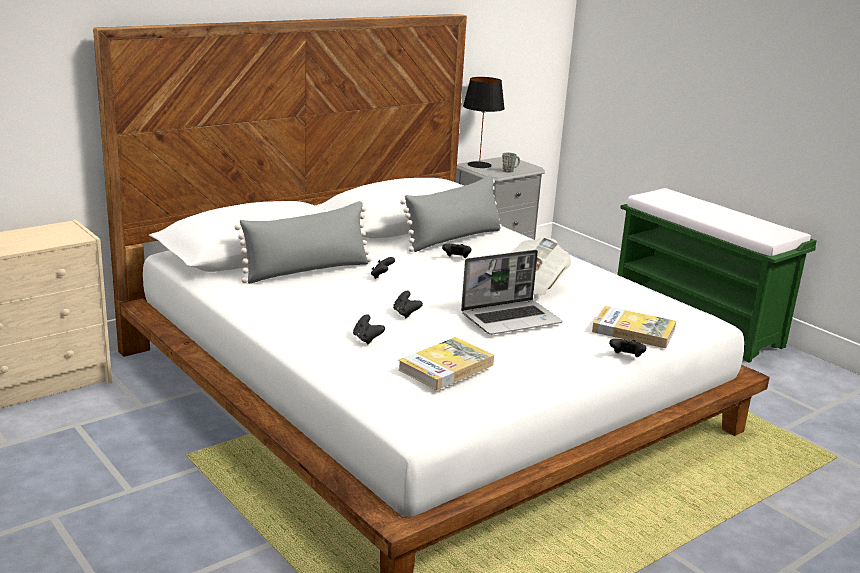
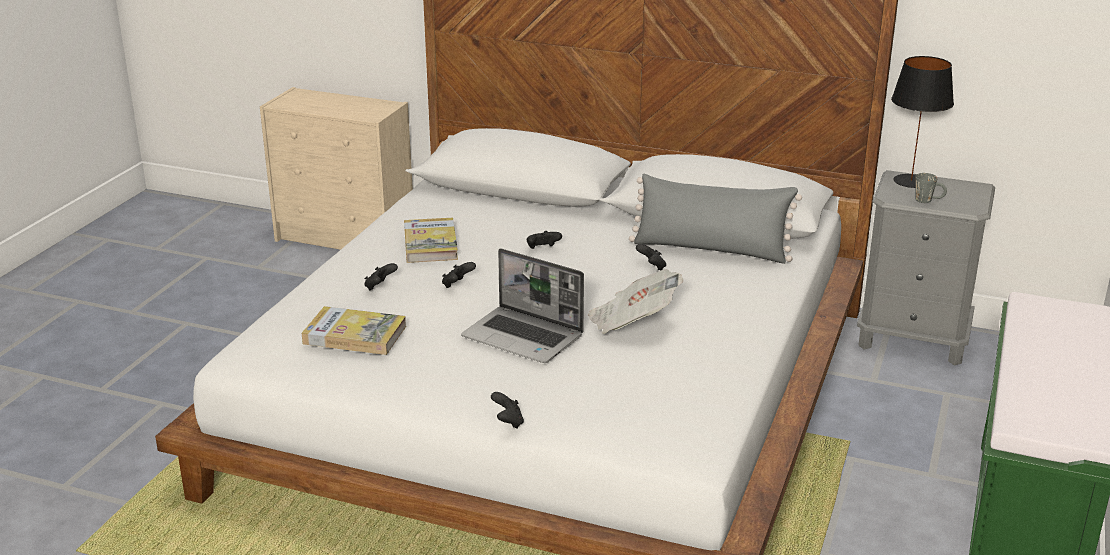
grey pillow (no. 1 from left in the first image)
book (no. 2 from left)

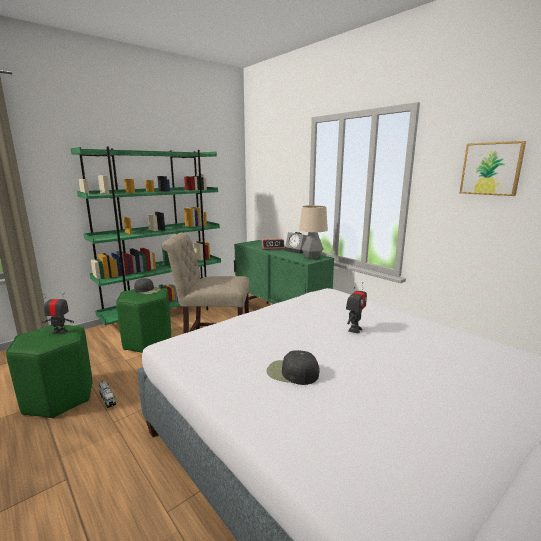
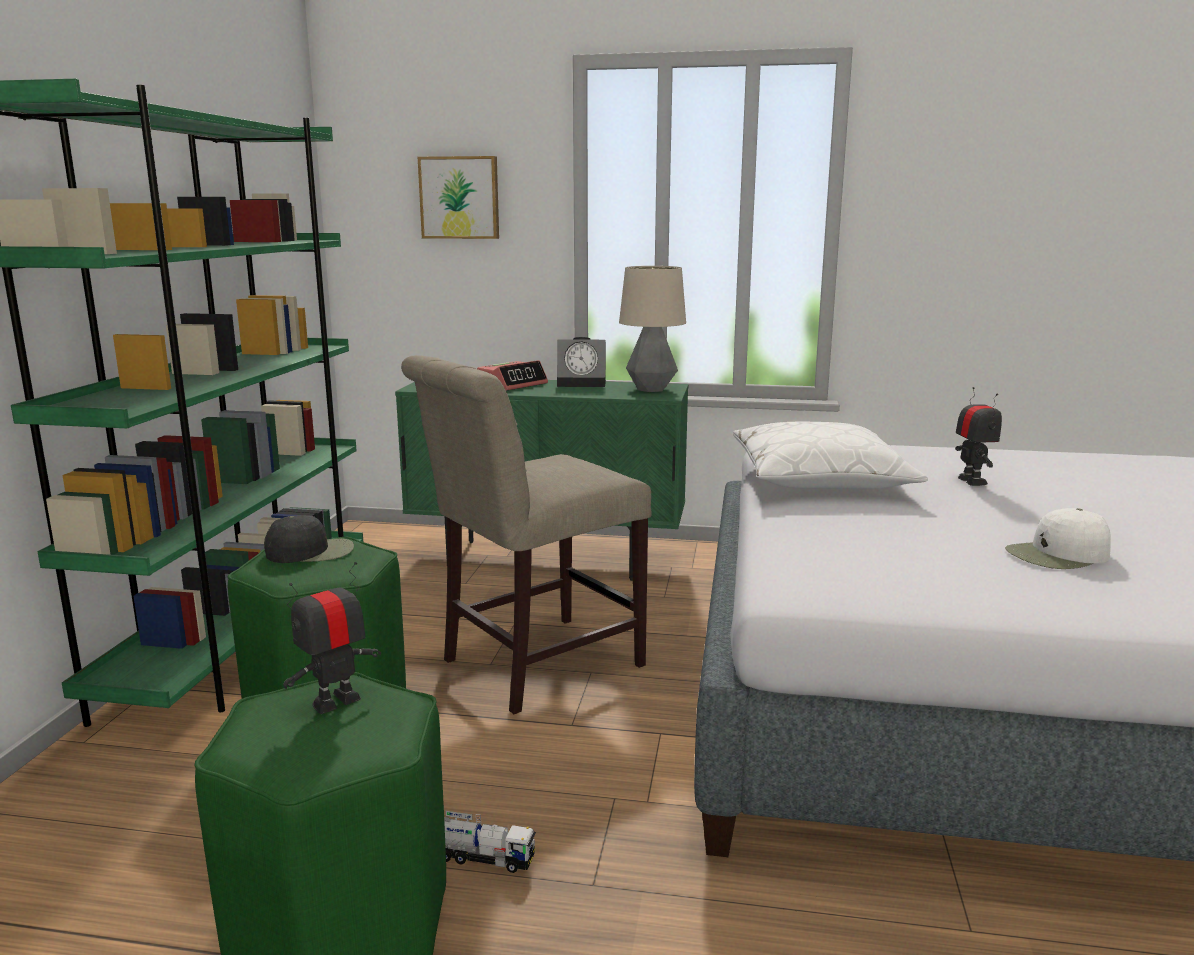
white pillow
picture
white cap

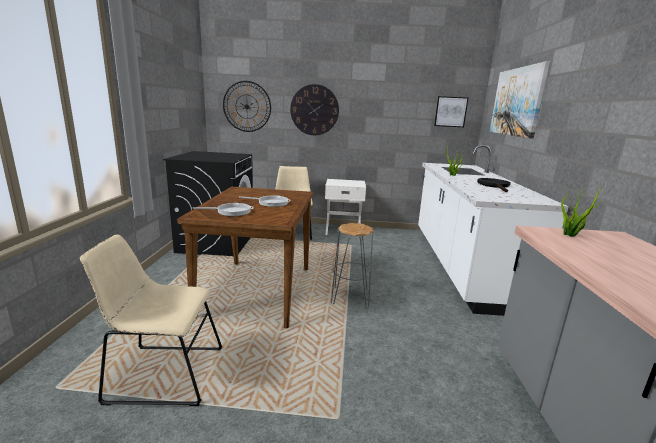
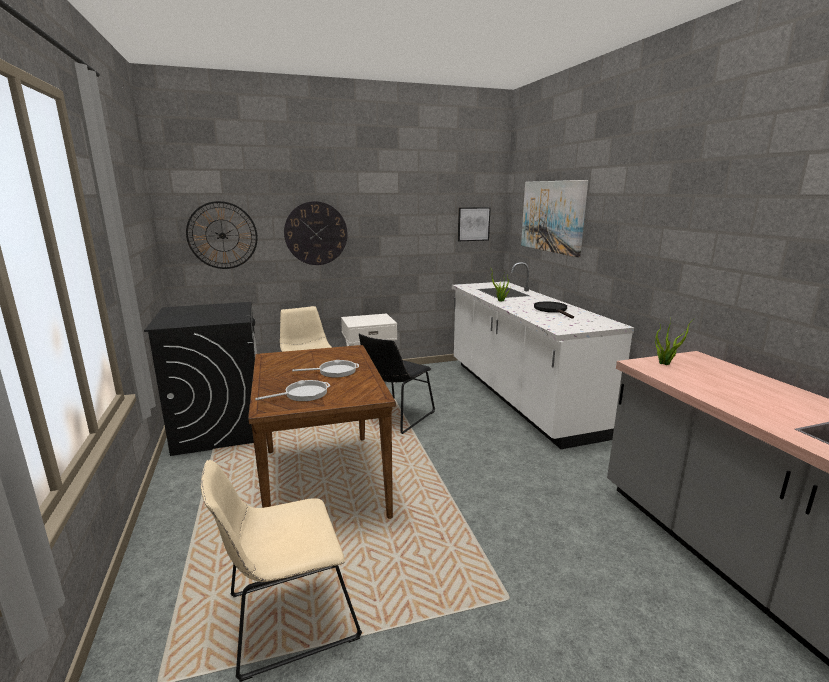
grey stool
black chair

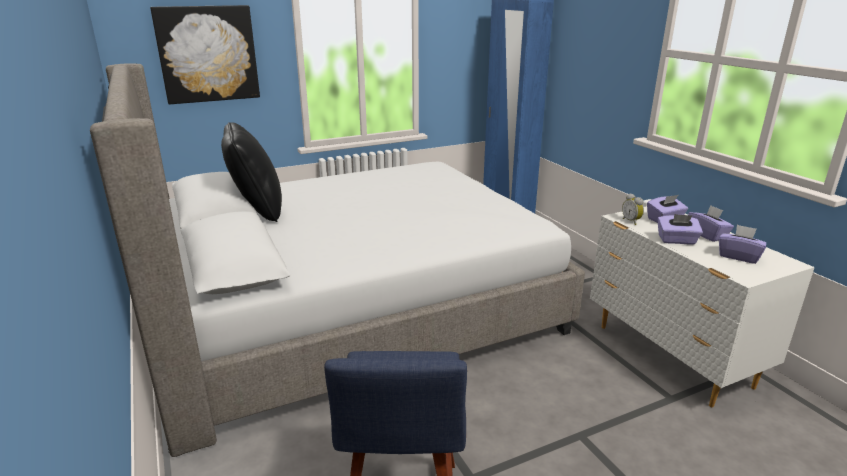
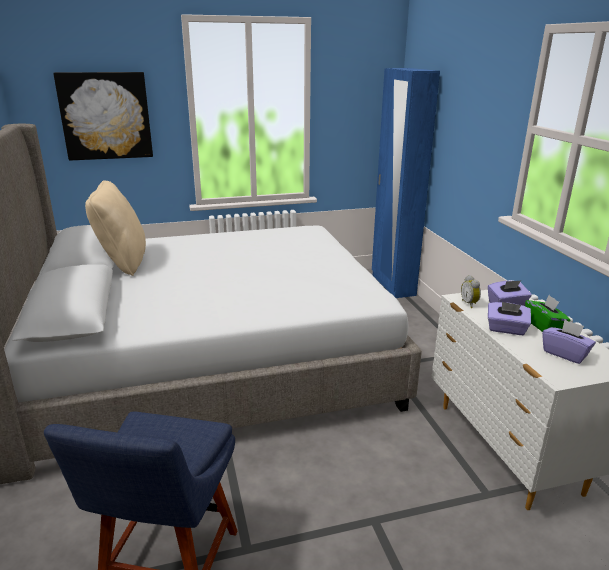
beige pillow
green tissue box

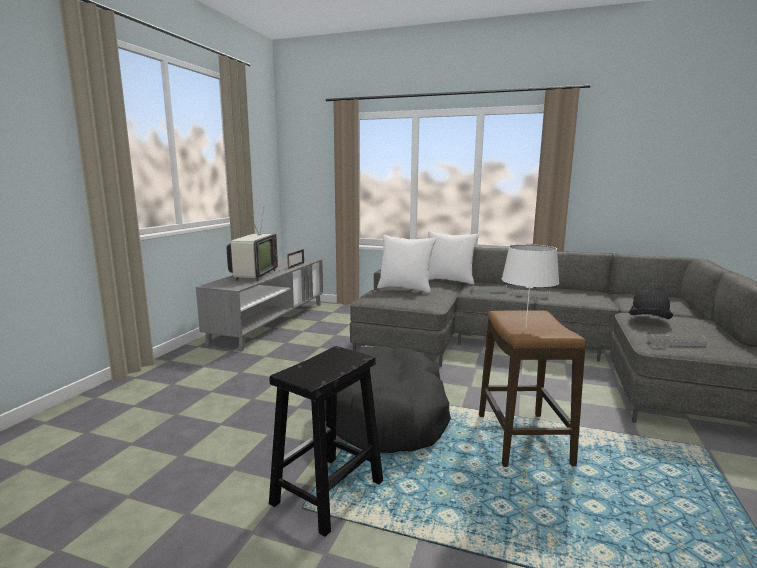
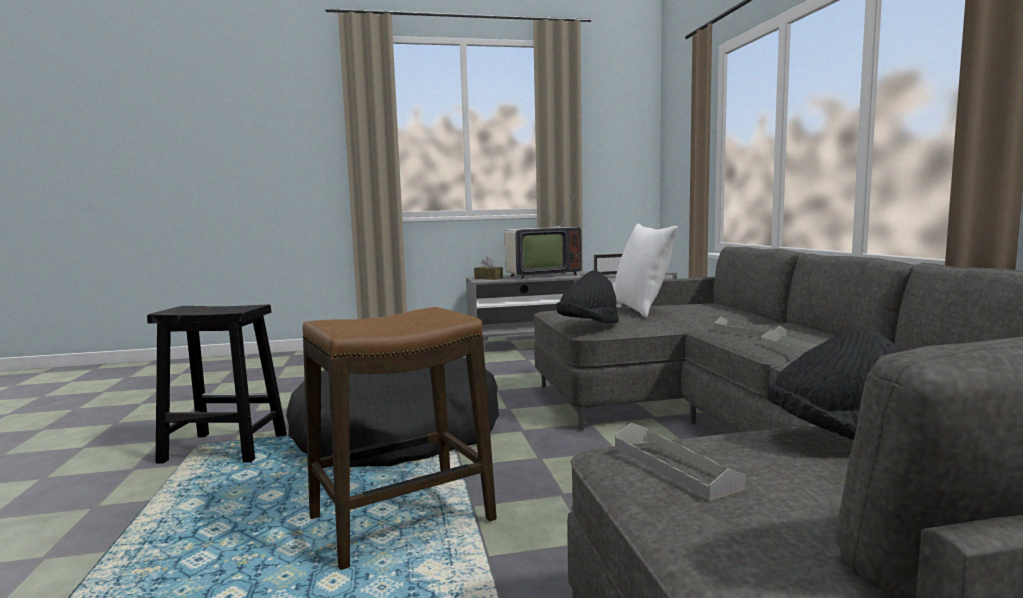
white pillow (no. 2 from left in the first image)
white table lamp
brown tissue box
black hat (no. 1 from left)

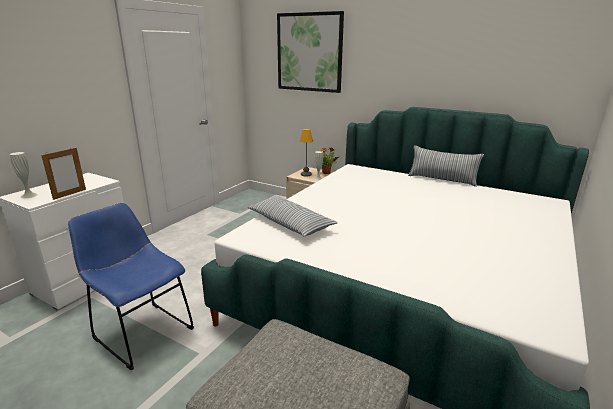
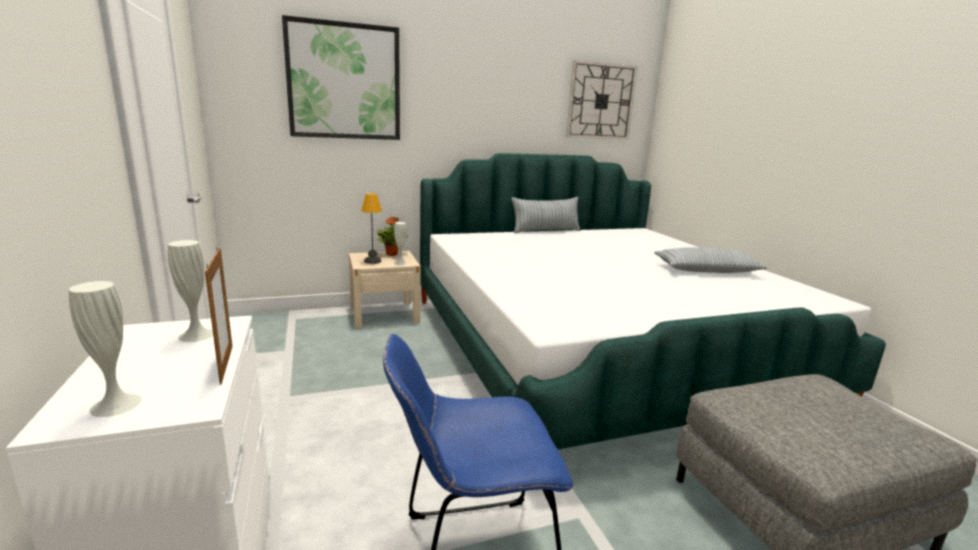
white vase (no. 2 from left)
wall clock
pillow (no. 2 from left)

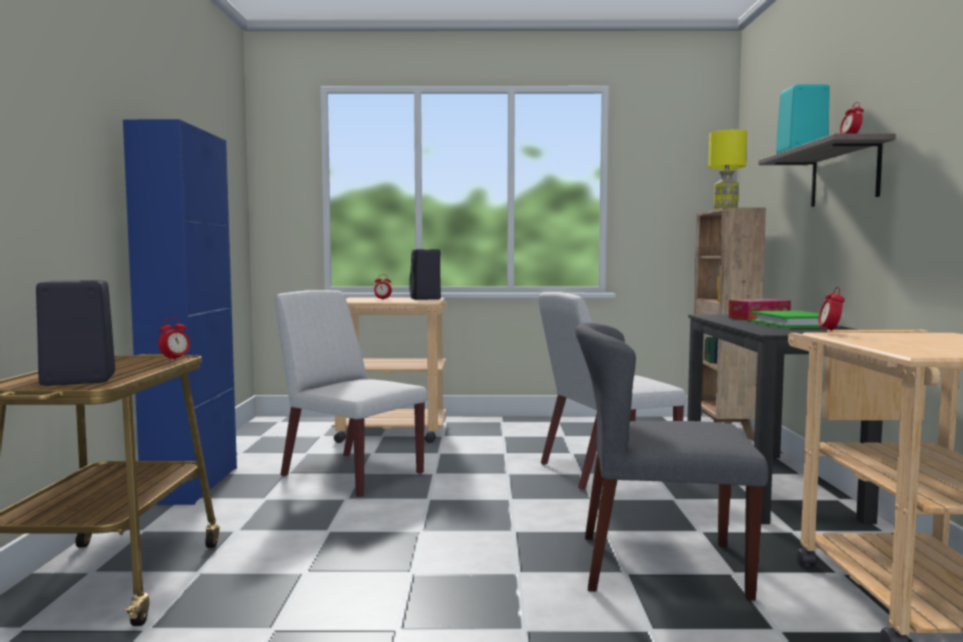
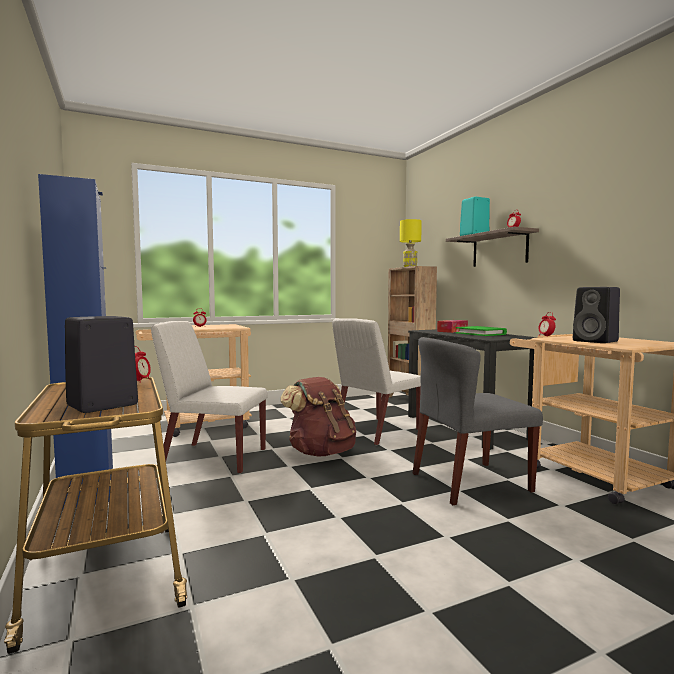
brown backpack
black speaker (no. 2 from left)

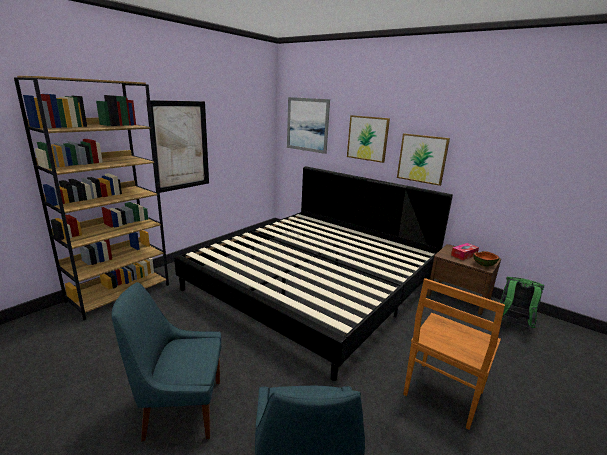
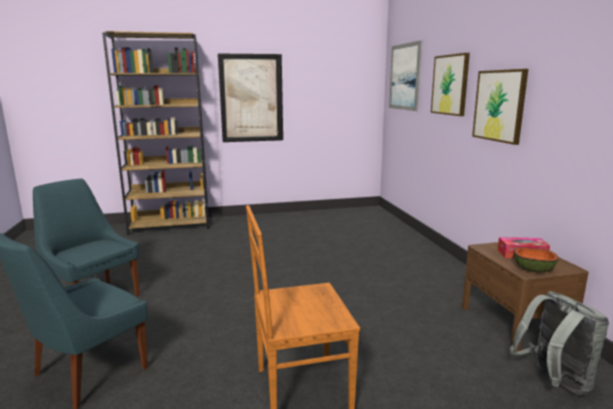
bed
grey backpack

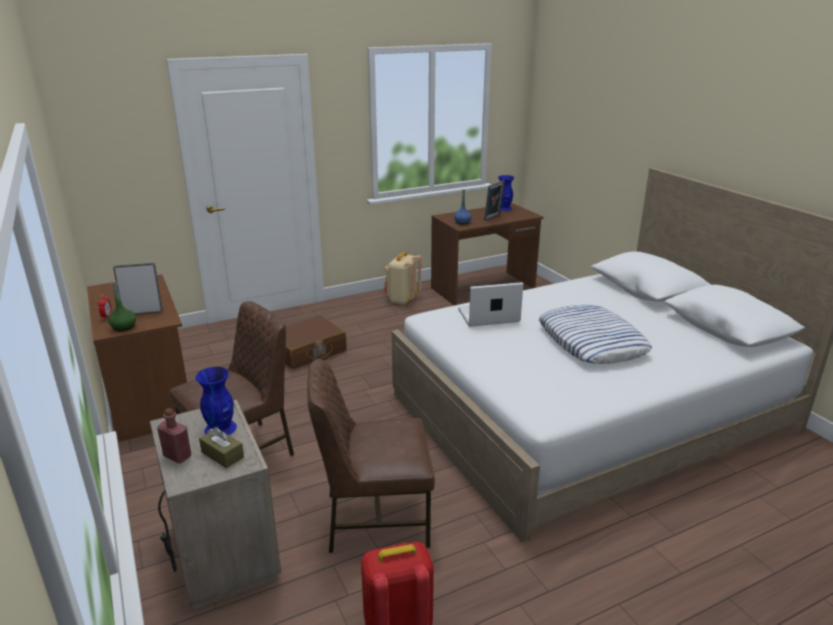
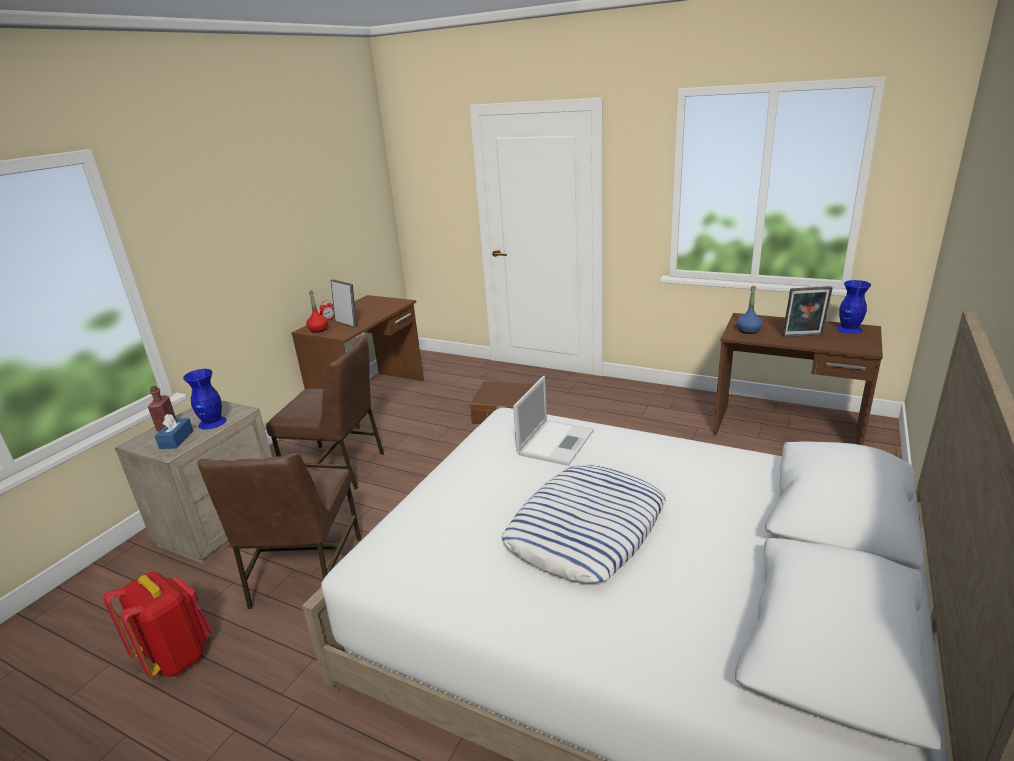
beige backpack
red bottle (no. 2 from left)
blue tissue box
brown chair (no. 1 from left)
laptop

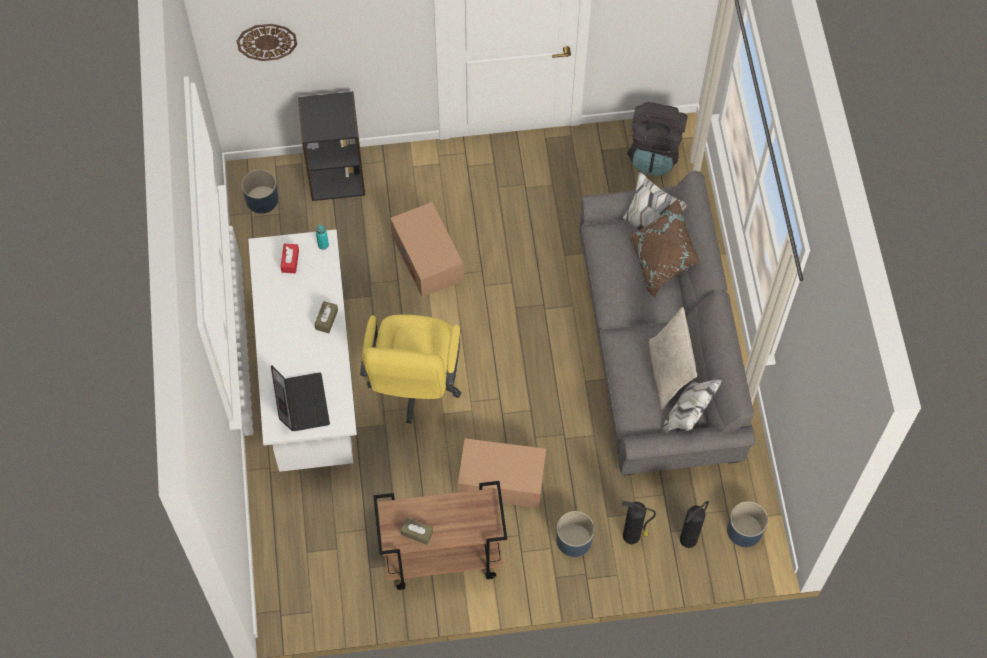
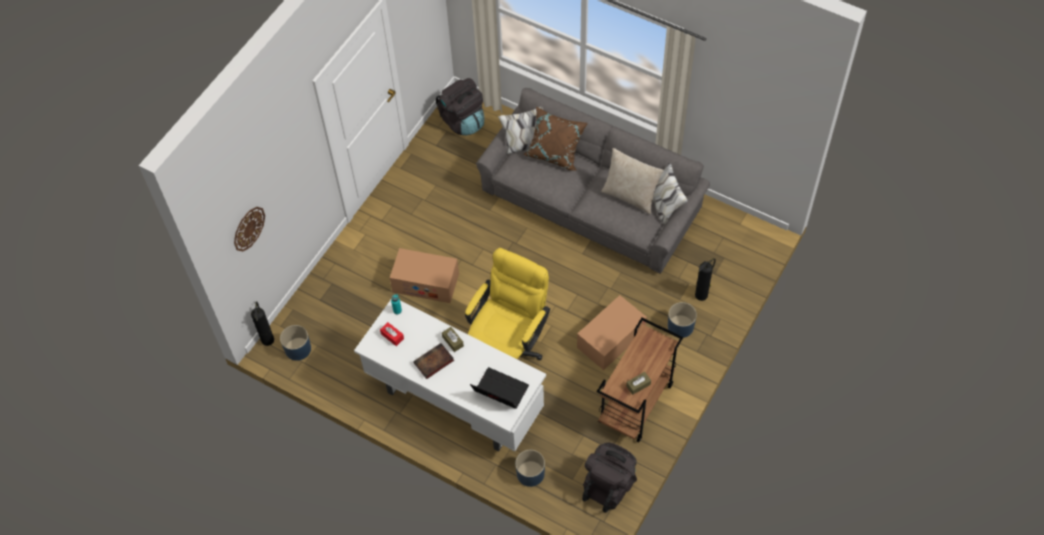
black bookcase
book
black backpack (no. 2 from left)
fire extinguisher (no. 1 from left)
blue planter (no. 2 from left)
yellow office chair

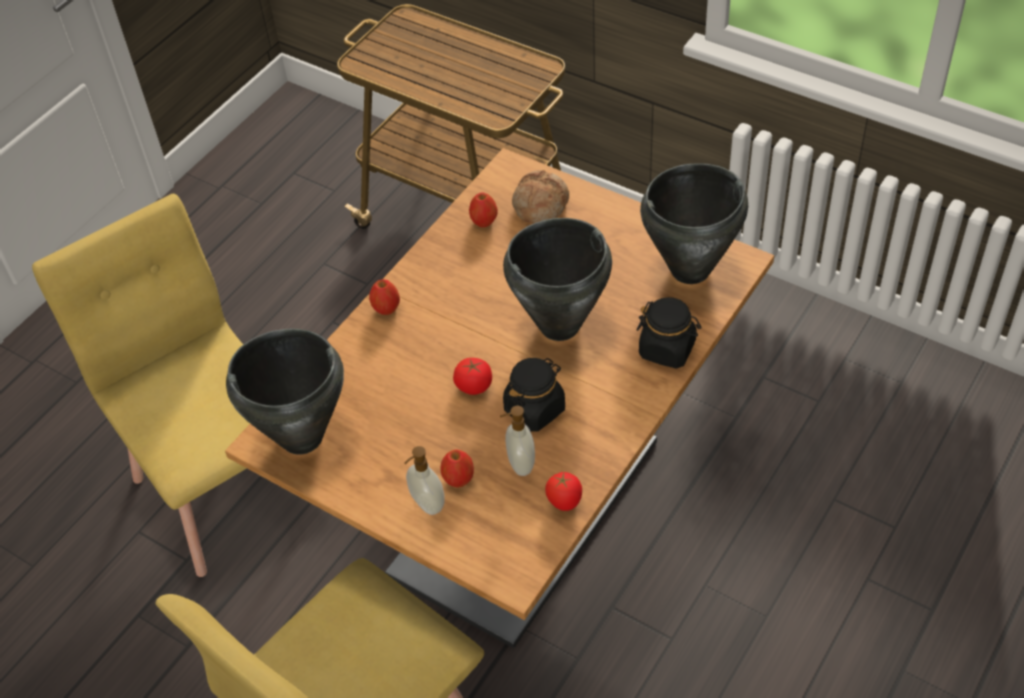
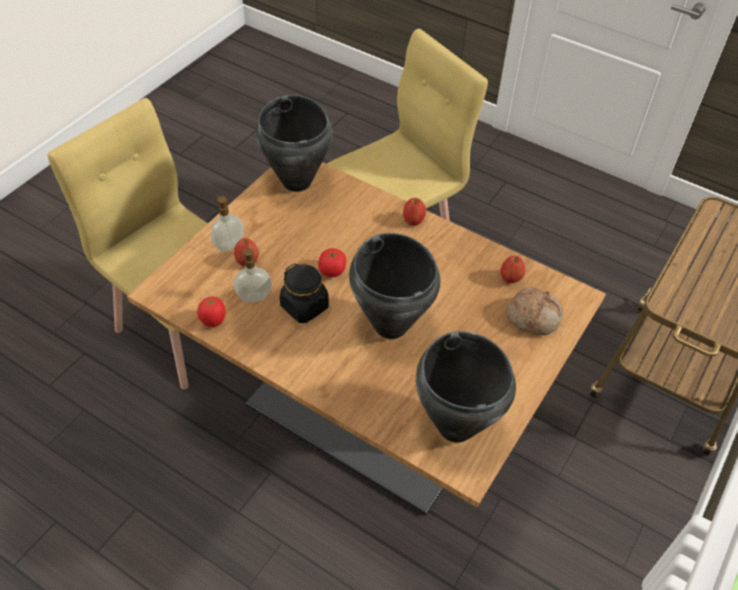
black jar (no. 2 from left in the first image)

